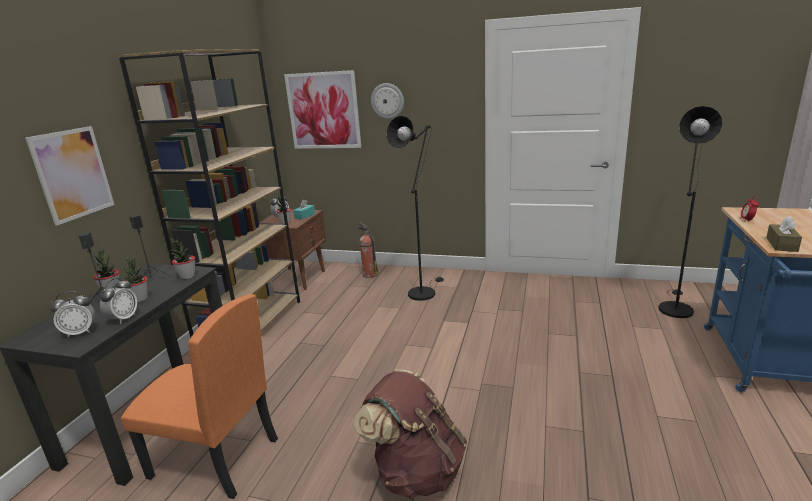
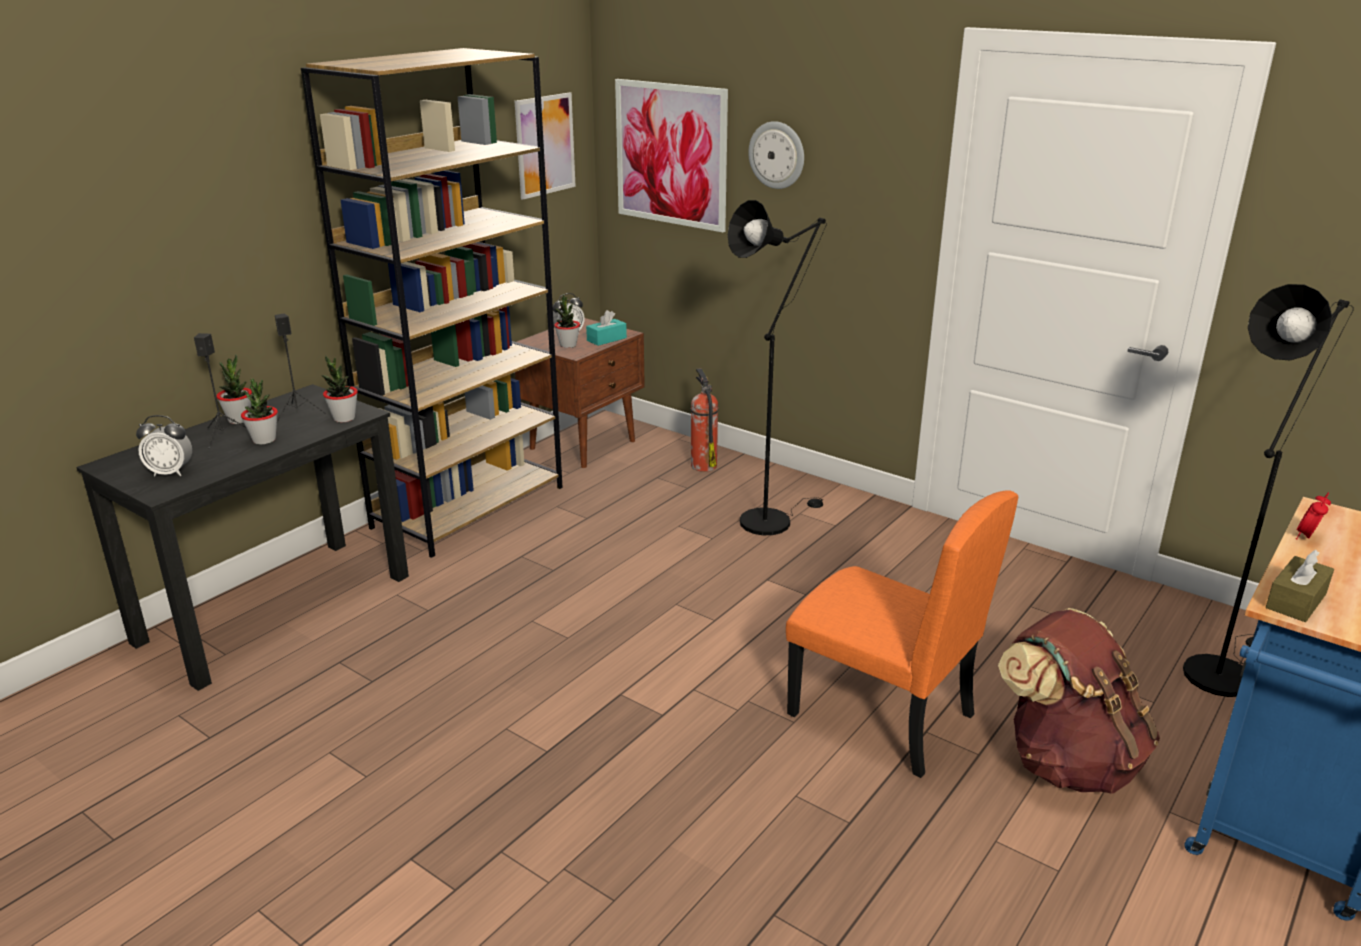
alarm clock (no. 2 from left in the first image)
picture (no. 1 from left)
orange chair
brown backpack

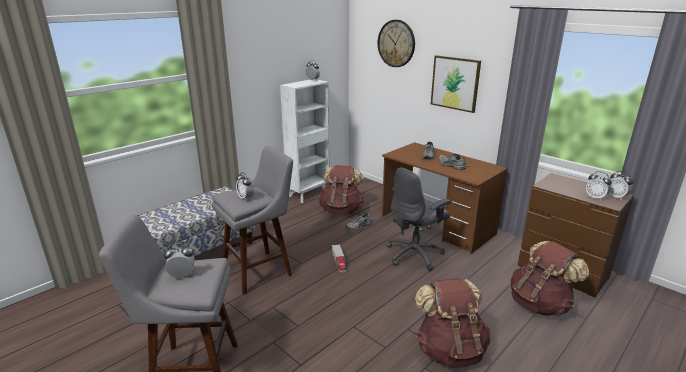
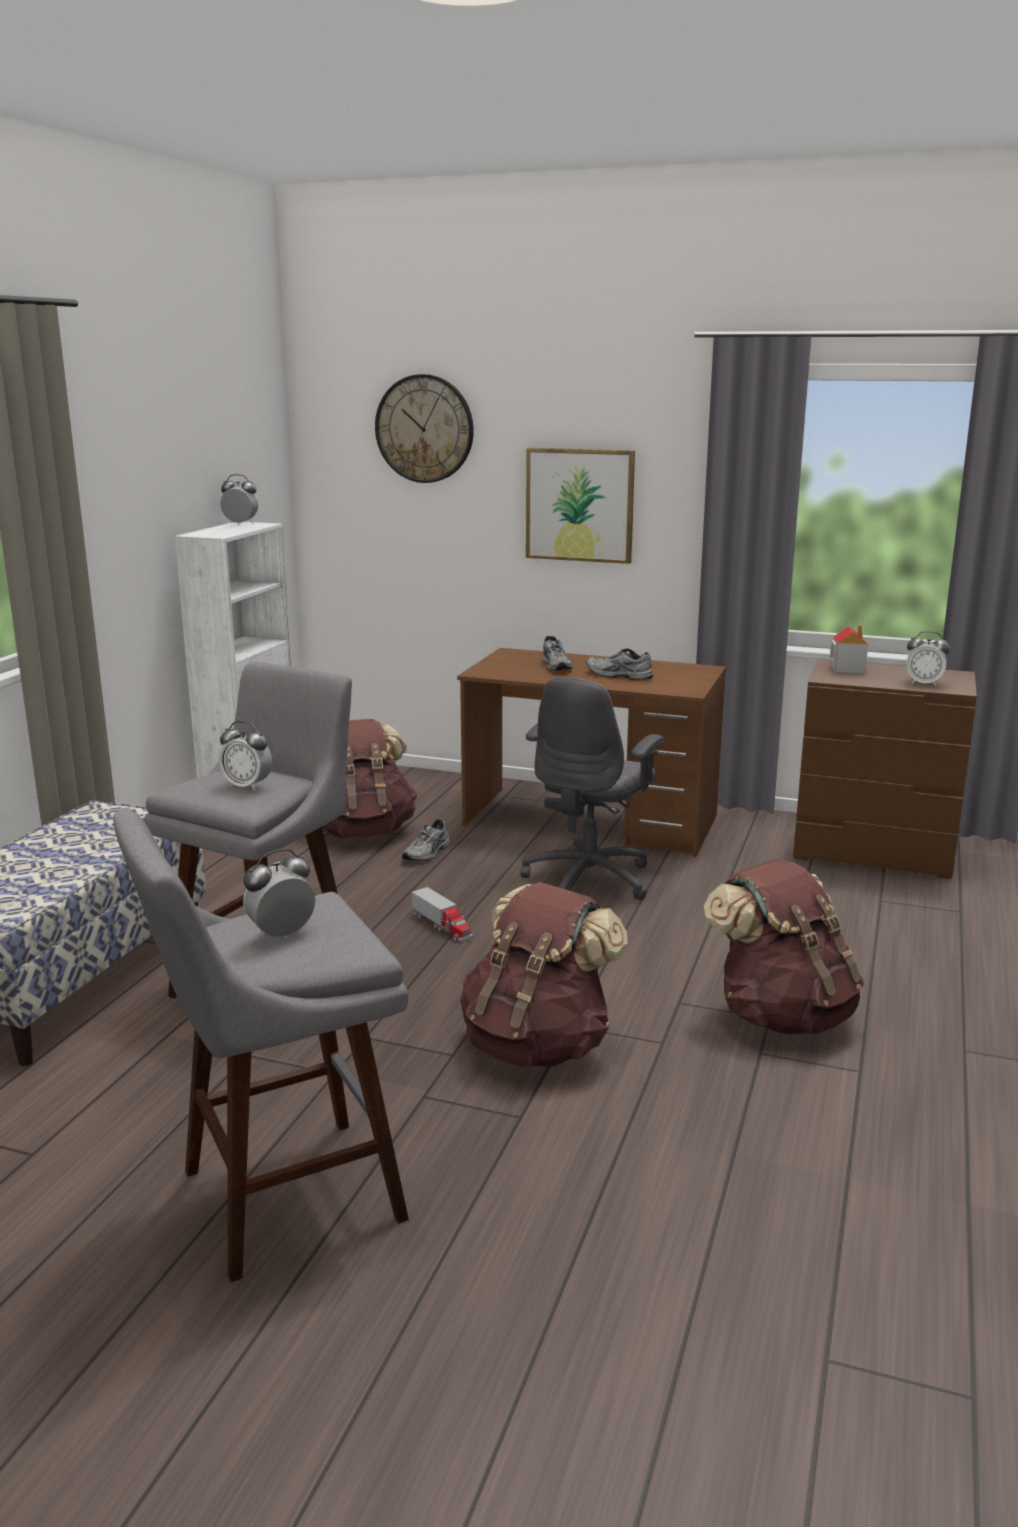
alarm clock (no. 5 from left in the first image)
toy house
brown backpack (no. 2 from left)

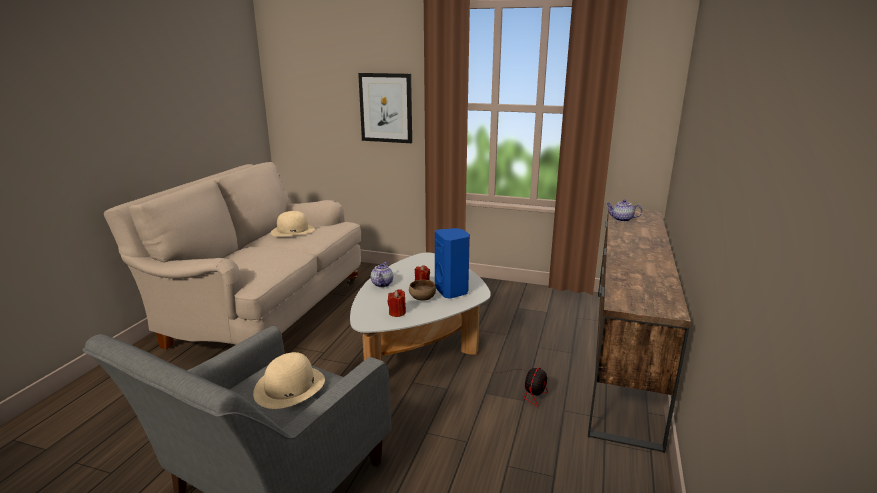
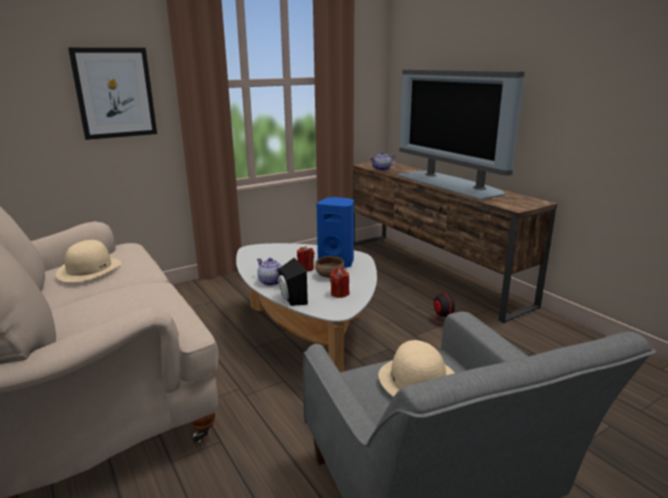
black speaker
television

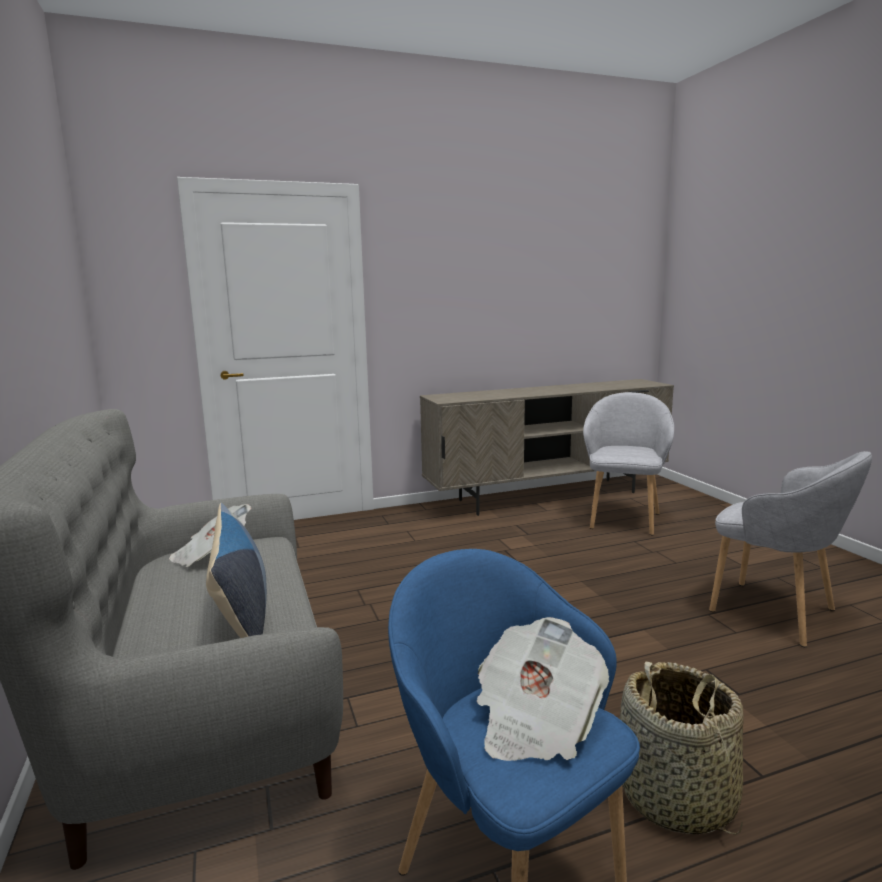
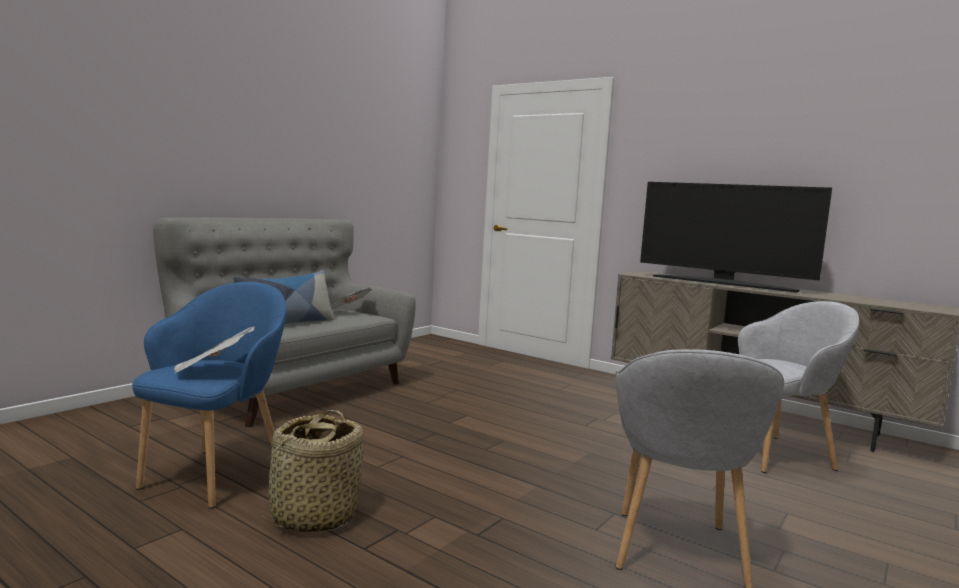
television

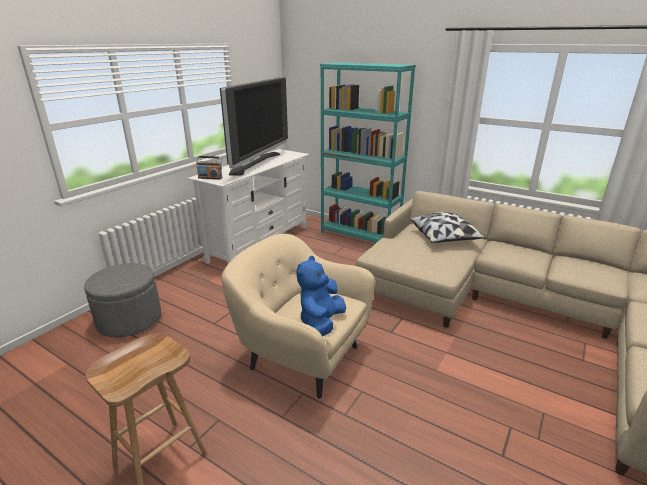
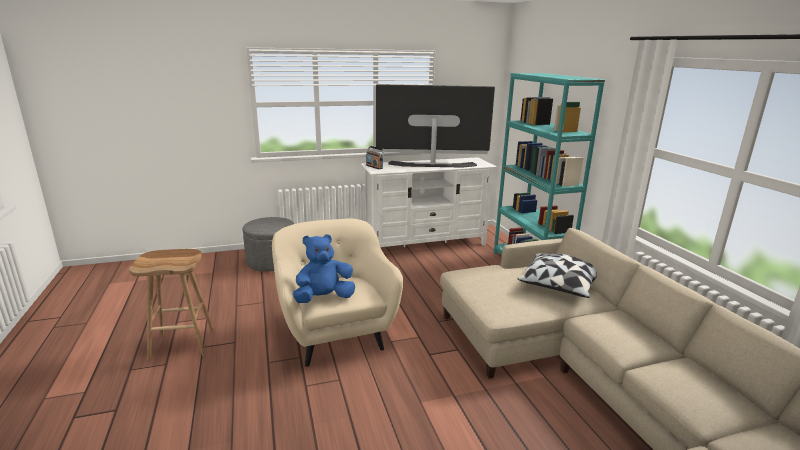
television

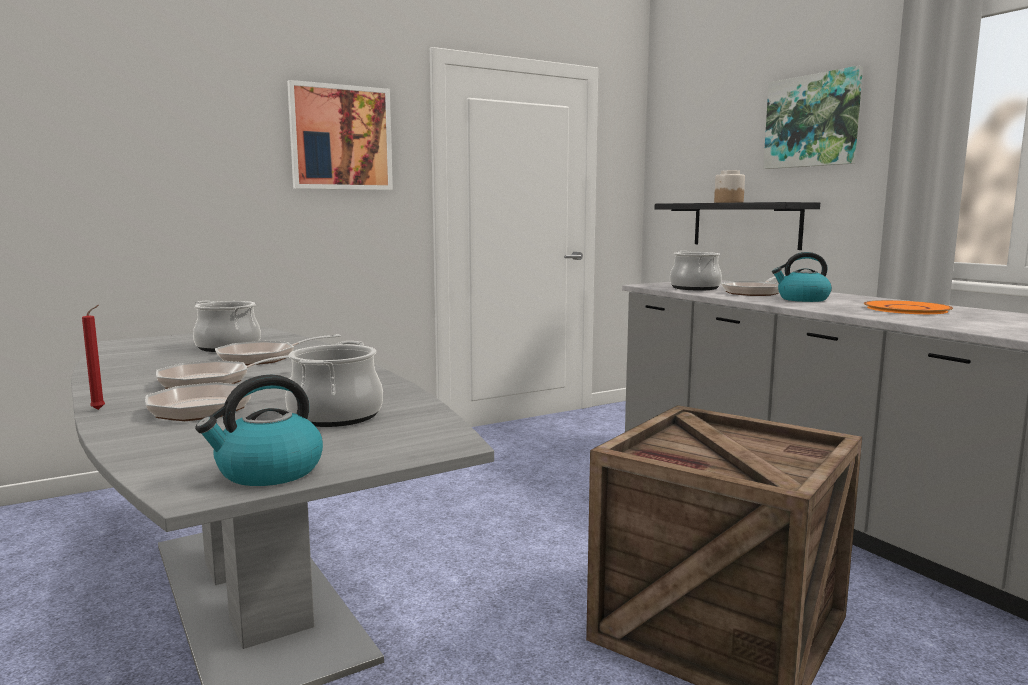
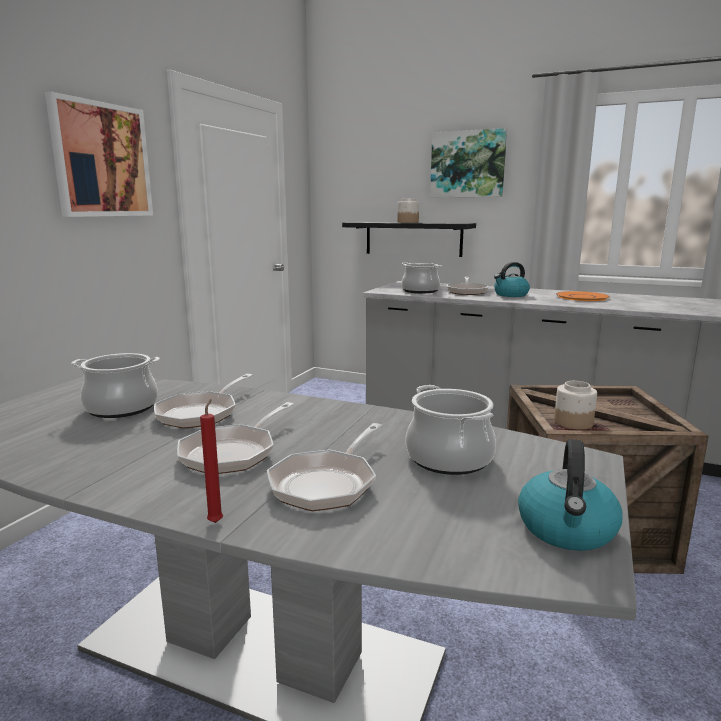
jar (no. 2 from left)

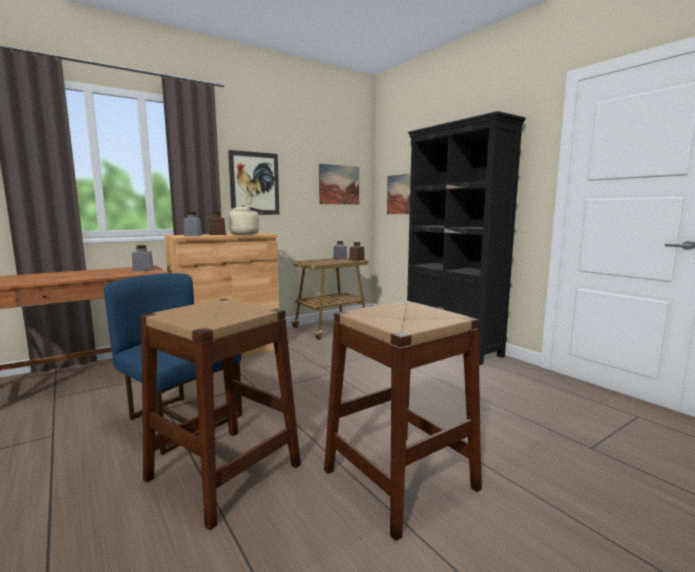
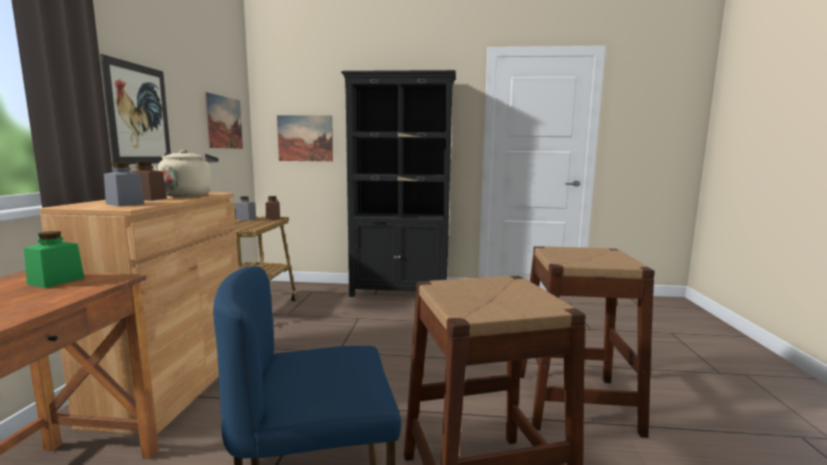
green jar

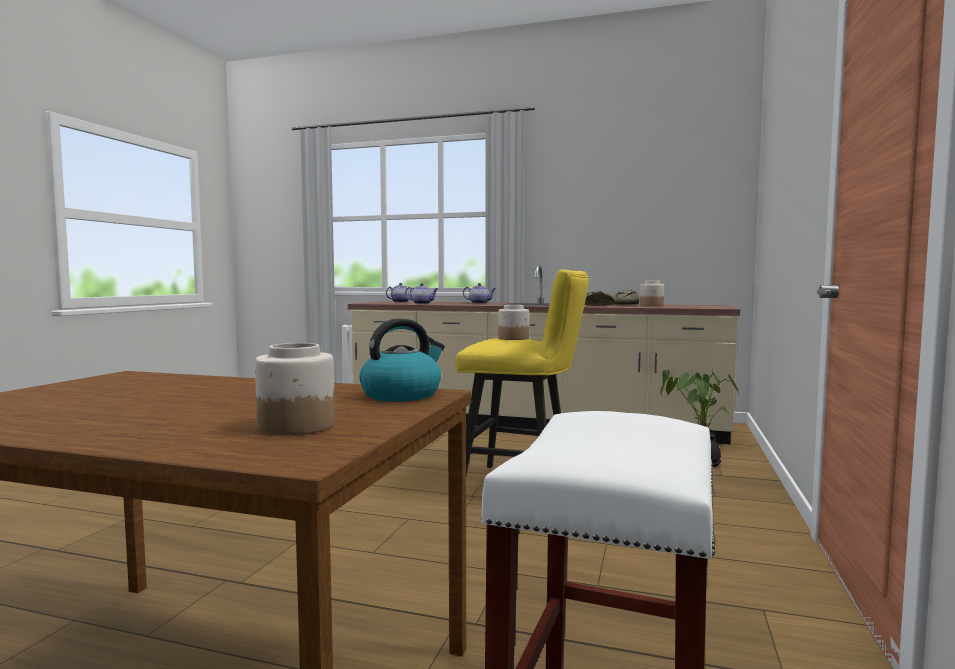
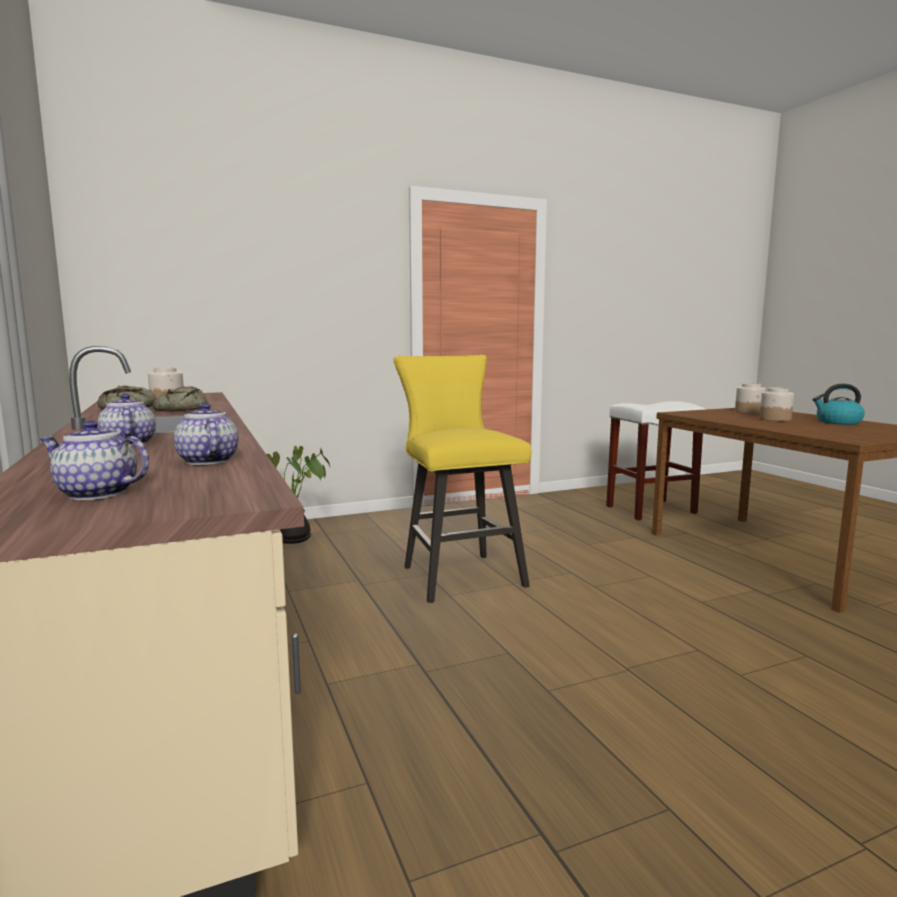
kettle
jar (no. 3 from left)

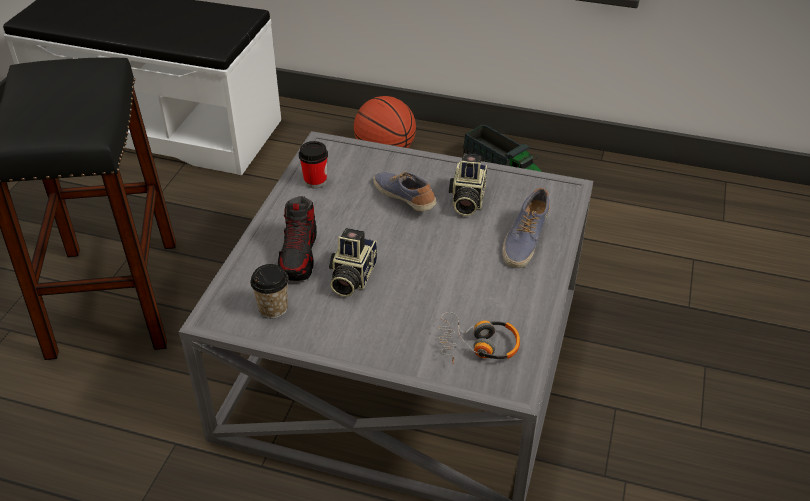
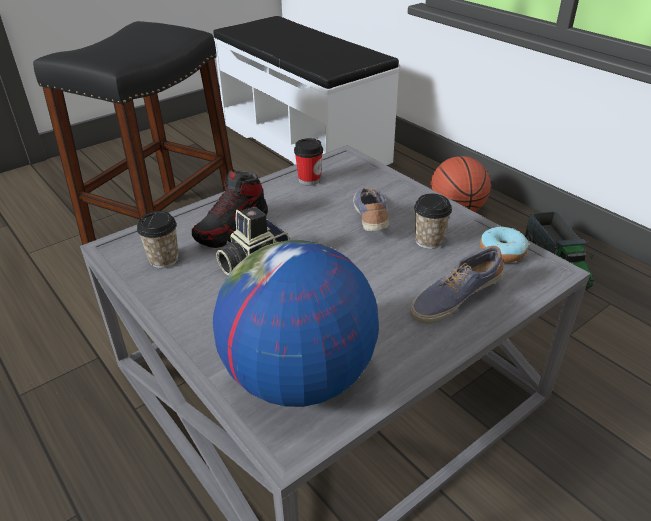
donut
globe
cup (no. 3 from left)

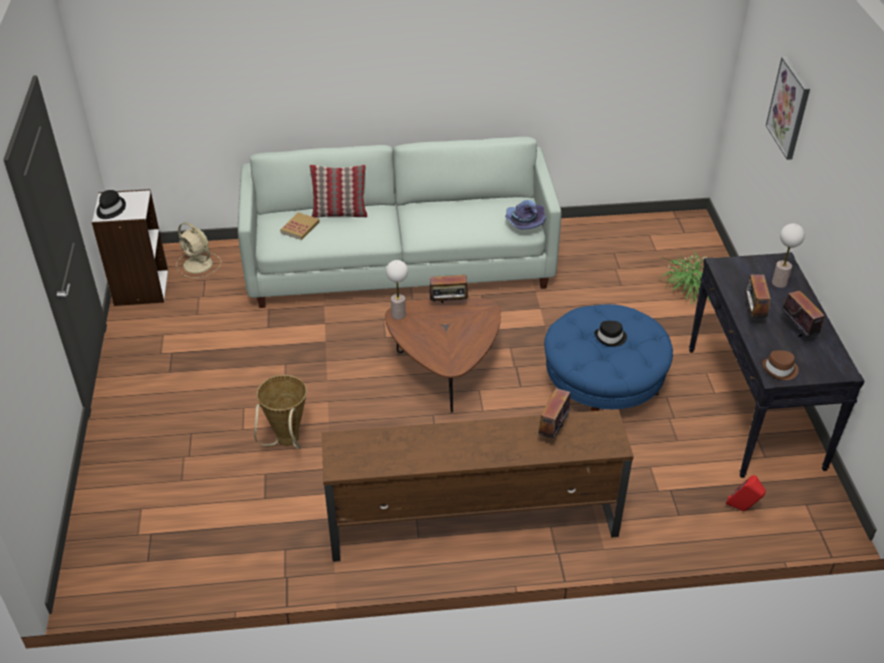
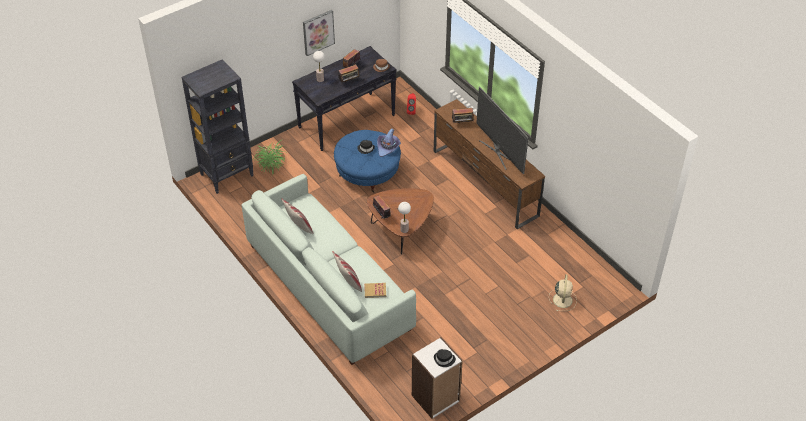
basket
black bookcase
pillow (no. 1 from left)
television
beige fan
purple hat
picture

